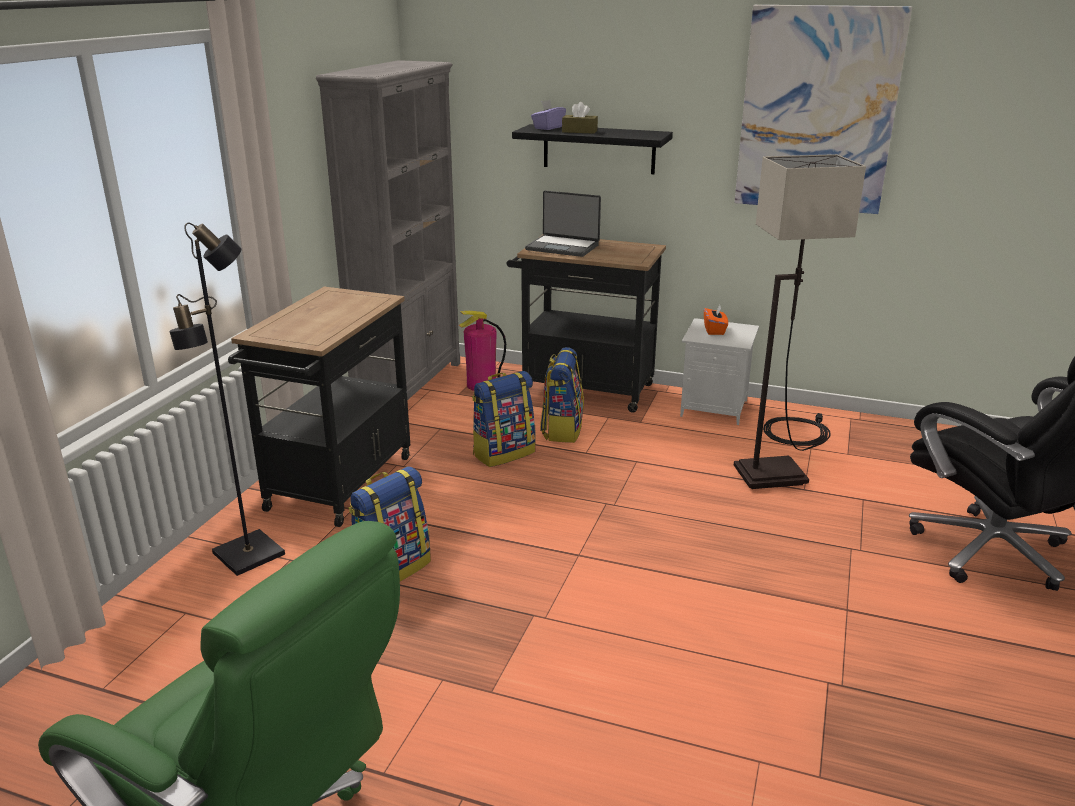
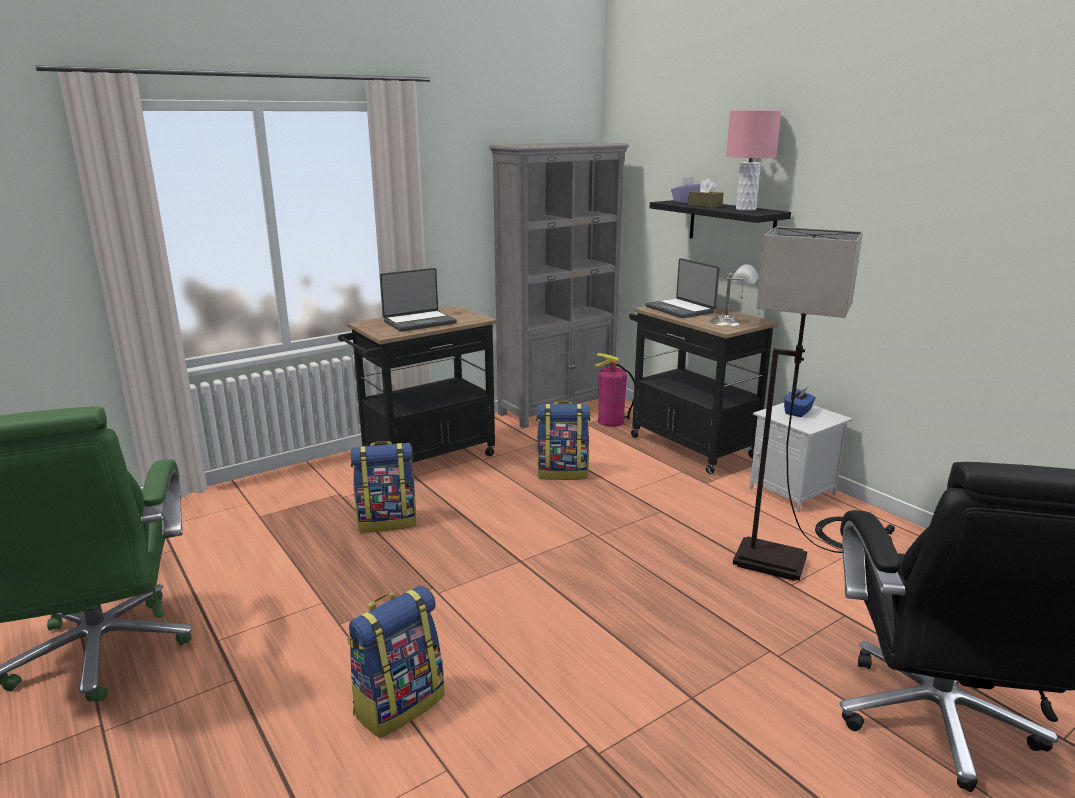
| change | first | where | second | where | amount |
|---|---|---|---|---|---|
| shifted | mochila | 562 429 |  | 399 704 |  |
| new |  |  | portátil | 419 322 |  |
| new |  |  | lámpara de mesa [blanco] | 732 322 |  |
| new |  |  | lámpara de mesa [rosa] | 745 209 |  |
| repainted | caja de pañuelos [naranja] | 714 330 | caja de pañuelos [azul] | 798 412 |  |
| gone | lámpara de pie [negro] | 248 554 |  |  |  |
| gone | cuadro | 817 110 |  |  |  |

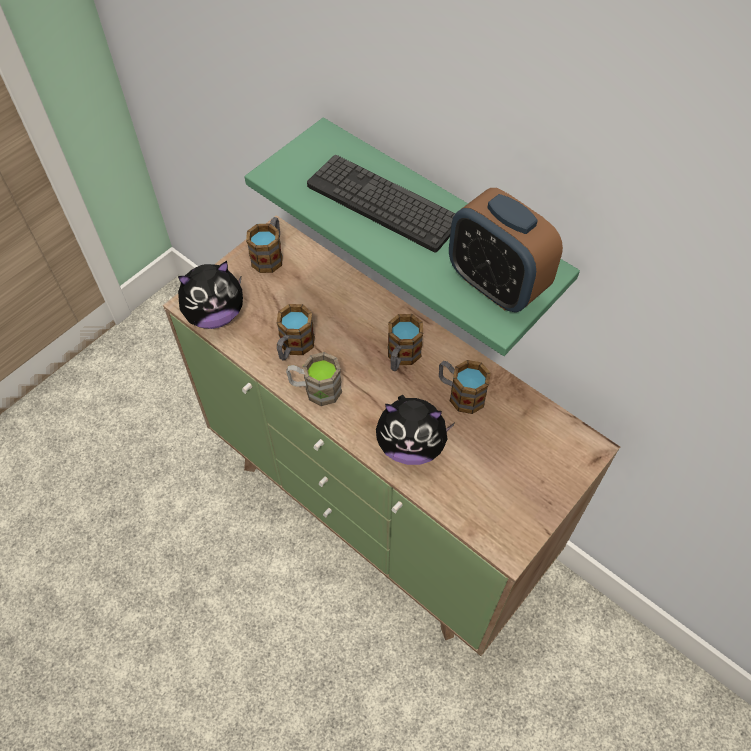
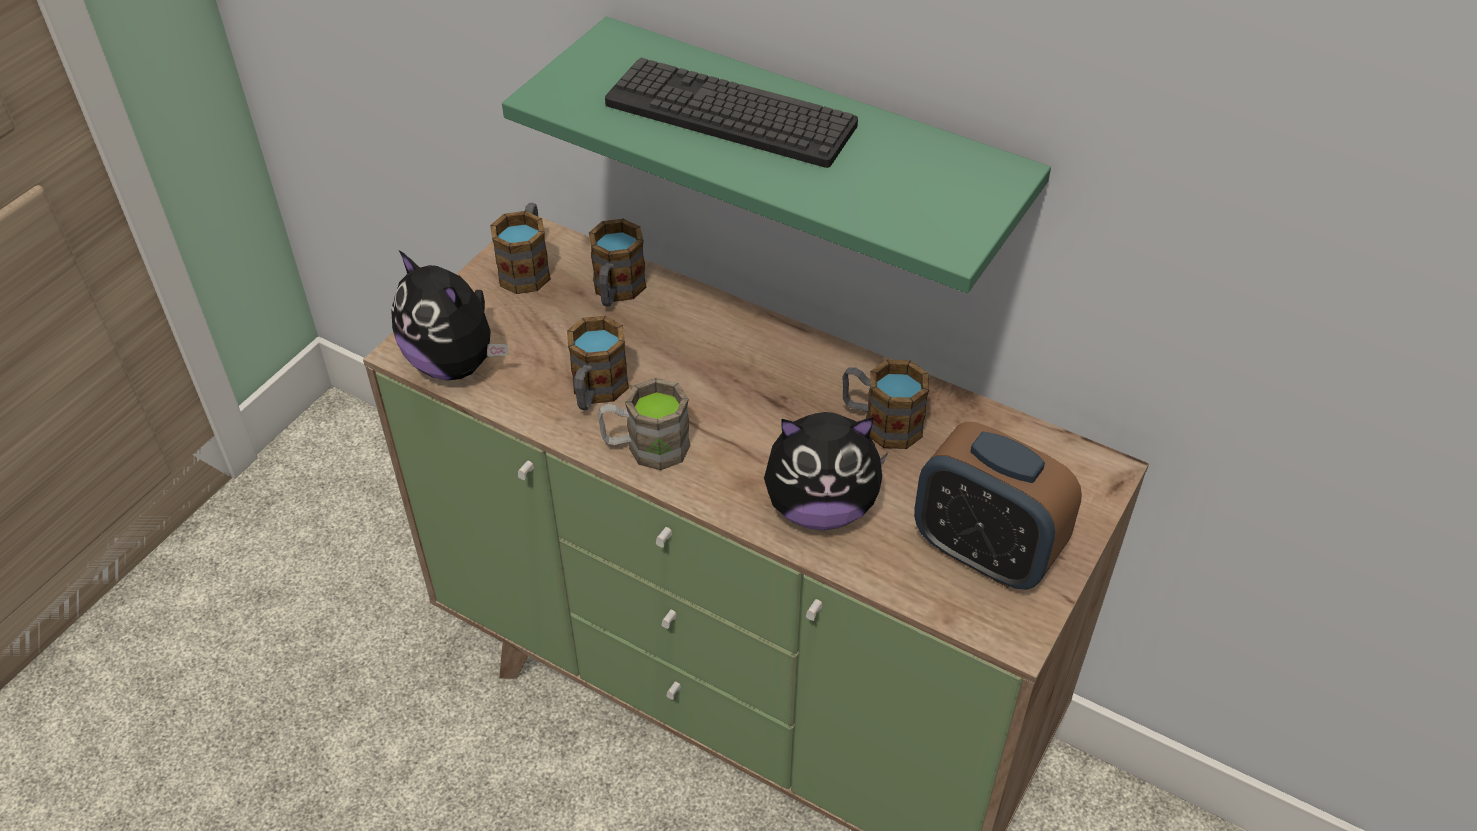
| change | first | where | second | where | amount |
|---|---|---|---|---|---|
| rotated | peluche | 215 315 |  | 455 363 | 75 degrees clockwise |
| shifted | taza grande | 401 357 |  | 616 291 |  |
| shifted | despertador | 495 285 |  | 985 552 |  |

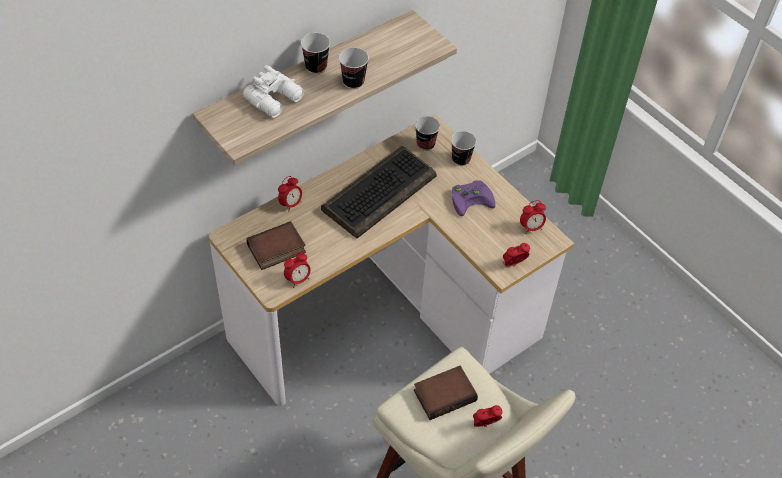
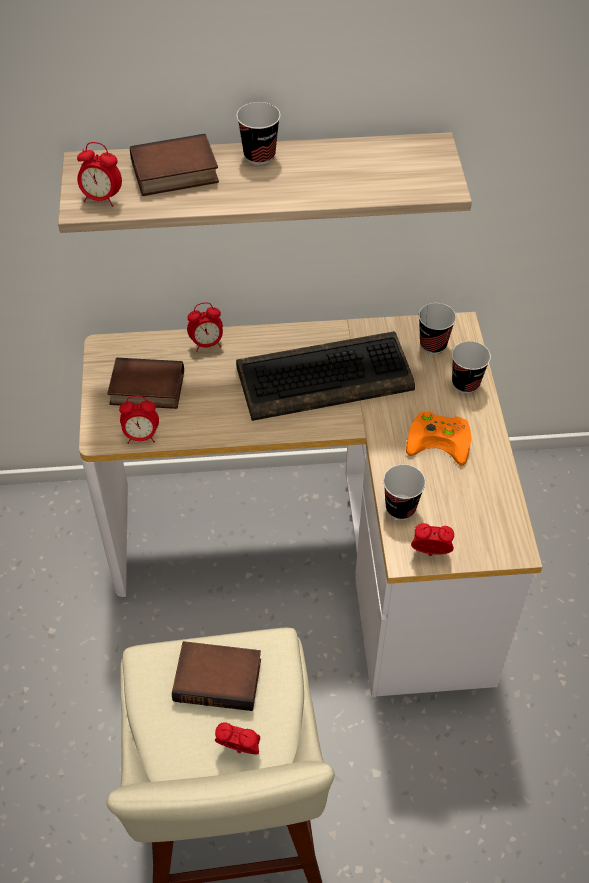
| change | first | where | second | where | amount |
|---|---|---|---|---|---|
| shifted | despertador | 531 227 |  | 102 198 |  |
| swapped | prismáticos [blanco] | 275 99 | libro | 174 174 |  |
| shifted | taza | 353 82 |  | 400 508 |  |
| repainted | mando de consola [morado] | 472 198 | mando de consola [naranja] | 441 439 |  |

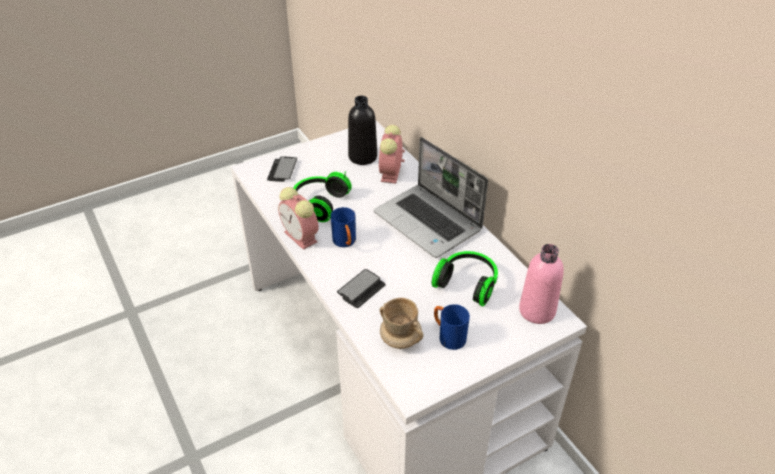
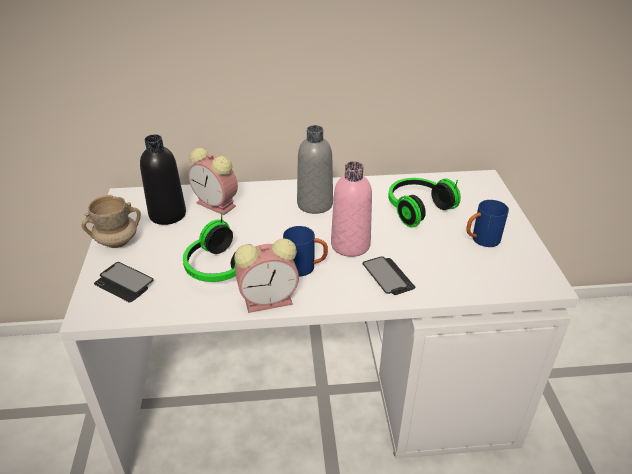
| change | first | where | second | where | amount |
|---|---|---|---|---|---|
| shifted | taza grande [beis] | 400 339 |  | 117 241 |  |
| swapped | portátil | 429 222 | botella [gris] | 315 204 |  |
| shifted | botella [rosa] | 537 310 |  | 350 245 |  |

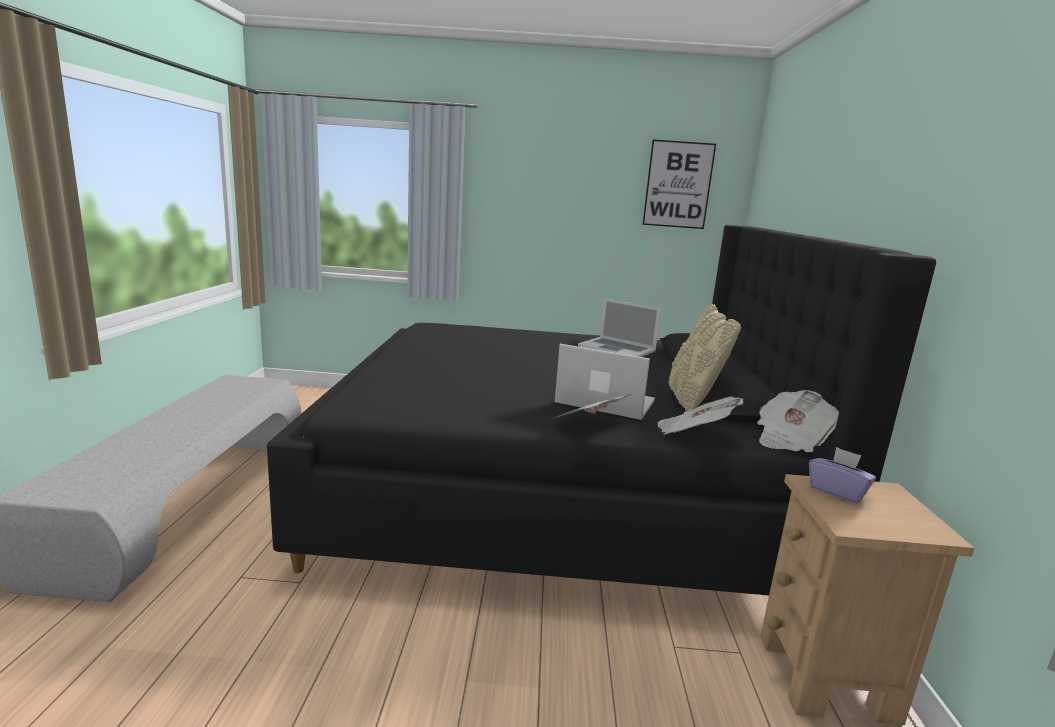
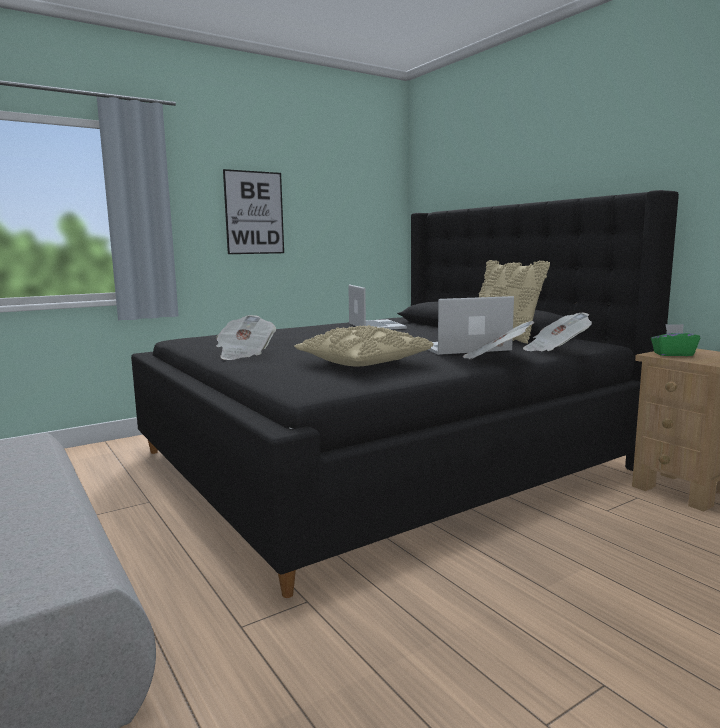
| change | first | where | second | where | amount |
|---|---|---|---|---|---|
| shifted | periódico | 790 440 |  | 244 354 |  |
| shifted | cuadro | 678 185 |  | 254 213 |  |
| new |  |  | cojín [beis] | 364 362 |  |
| rotated | portátil | 617 348 |  | 376 326 | 105 degrees counterclockwise |
| repainted | caja de pañuelos [morado] | 837 491 | caja de pañuelos [verde] | 673 354 |  |

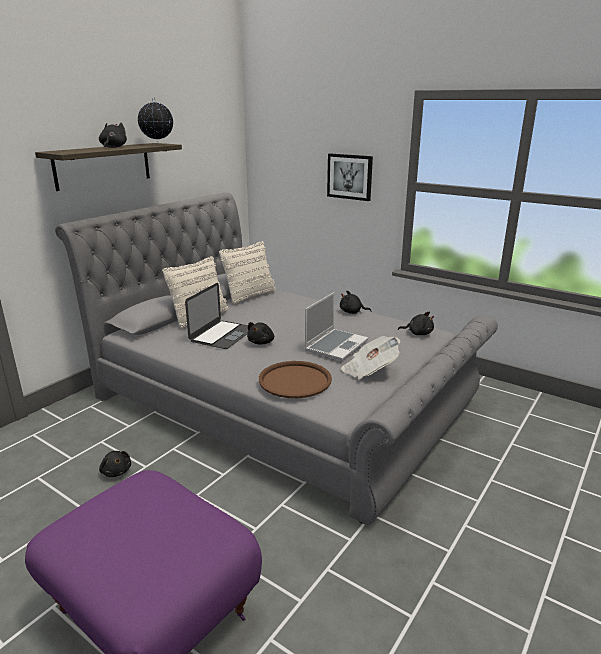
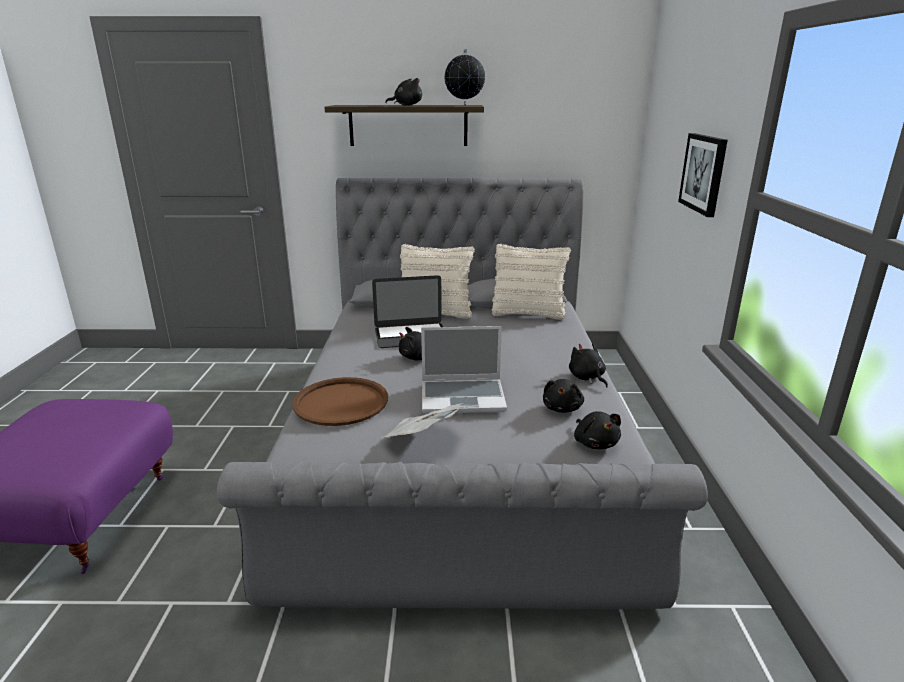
| change | first | where | second | where | amount |
|---|---|---|---|---|---|
| shifted | peluche [negro] | 116 471 |  | 562 408 |  |

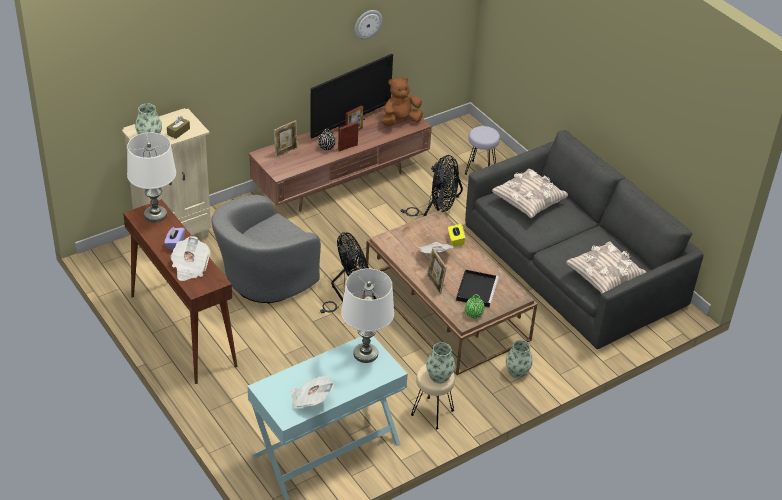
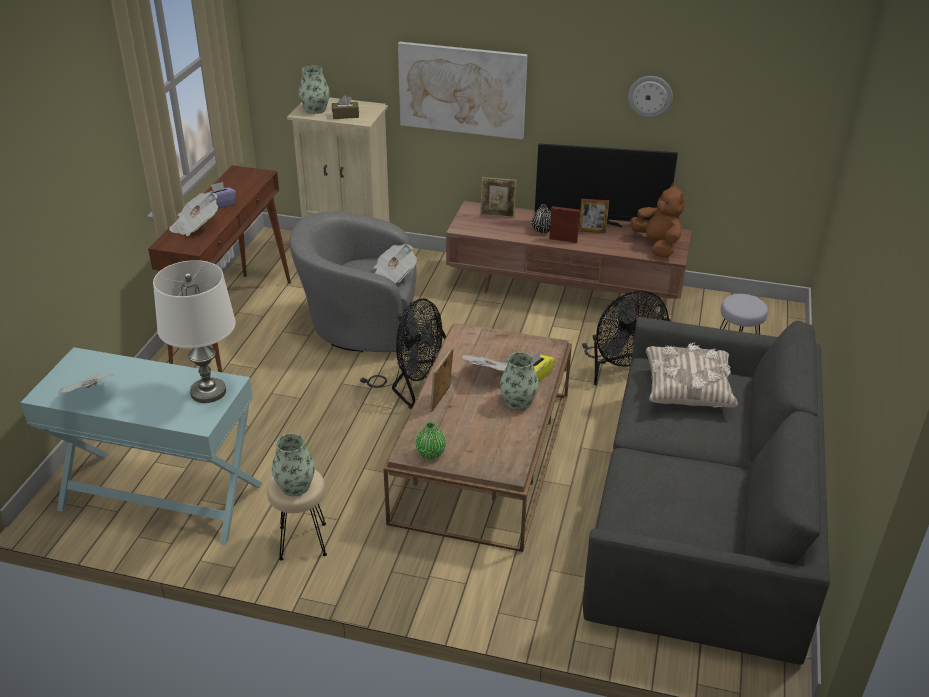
| change | first | where | second | where | amount |
|---|---|---|---|---|---|
| new |  |  | periódico | 392 277 |  |
| new |  |  | cuadro | 462 90 |  |
| shifted | florero | 517 371 |  | 518 401 |  |
| rotated | peluche [marrón] | 400 121 |  | 657 245 | 45 degrees clockwise |
| gone | lámpara de mesa [blanco] | 155 215 |  |  |  |
| gone | bandeja [negro] | 476 289 |  |  |  |
| gone | cojín [beis] | 604 277 |  |  |  |

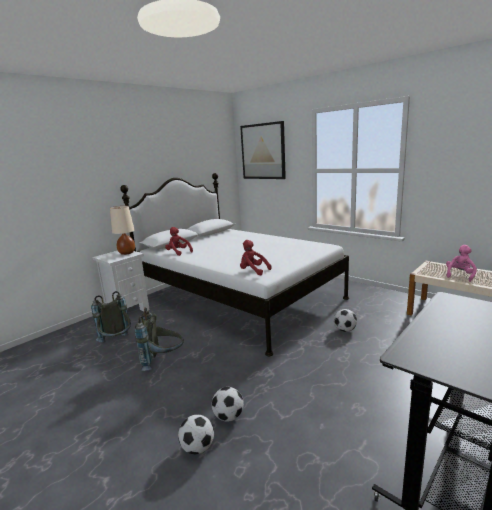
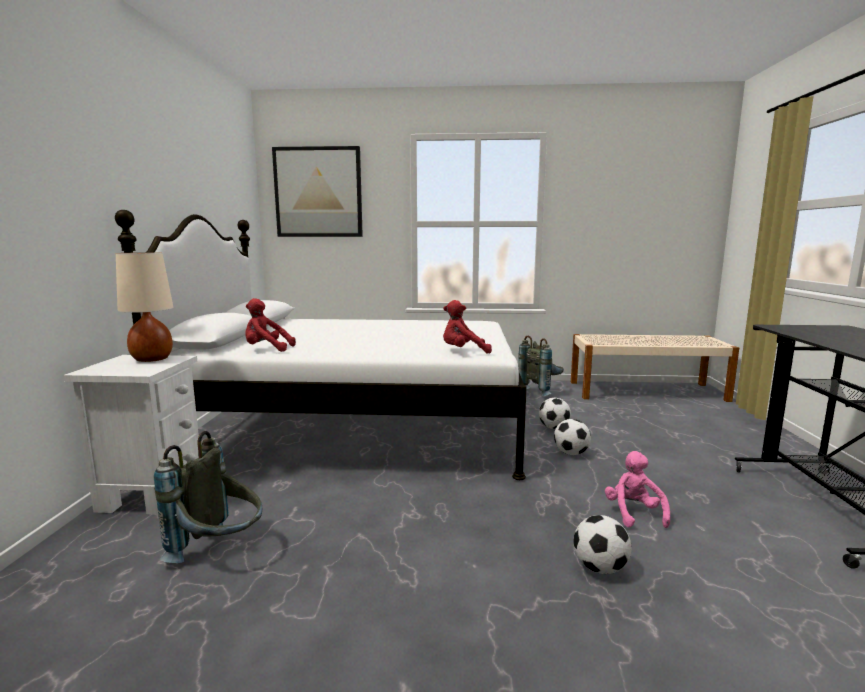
| change | first | where | second | where | amount |
|---|---|---|---|---|---|
| shifted | mochila [gris] | 163 361 |  | 541 391 |  |
| shifted | balón de fútbol | 198 447 |  | 571 453 |  |
| shifted | peluche [rosa] | 459 275 |  | 633 513 |  |

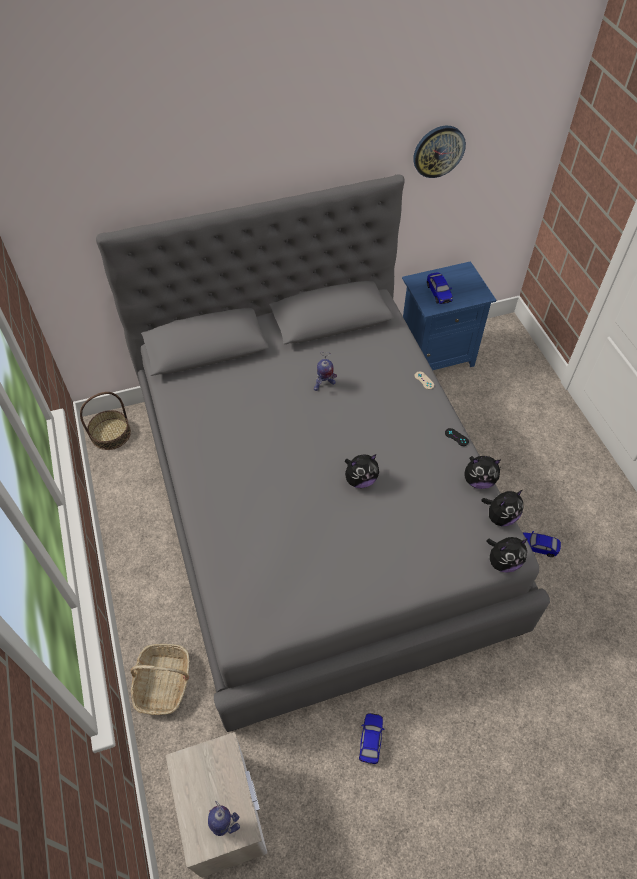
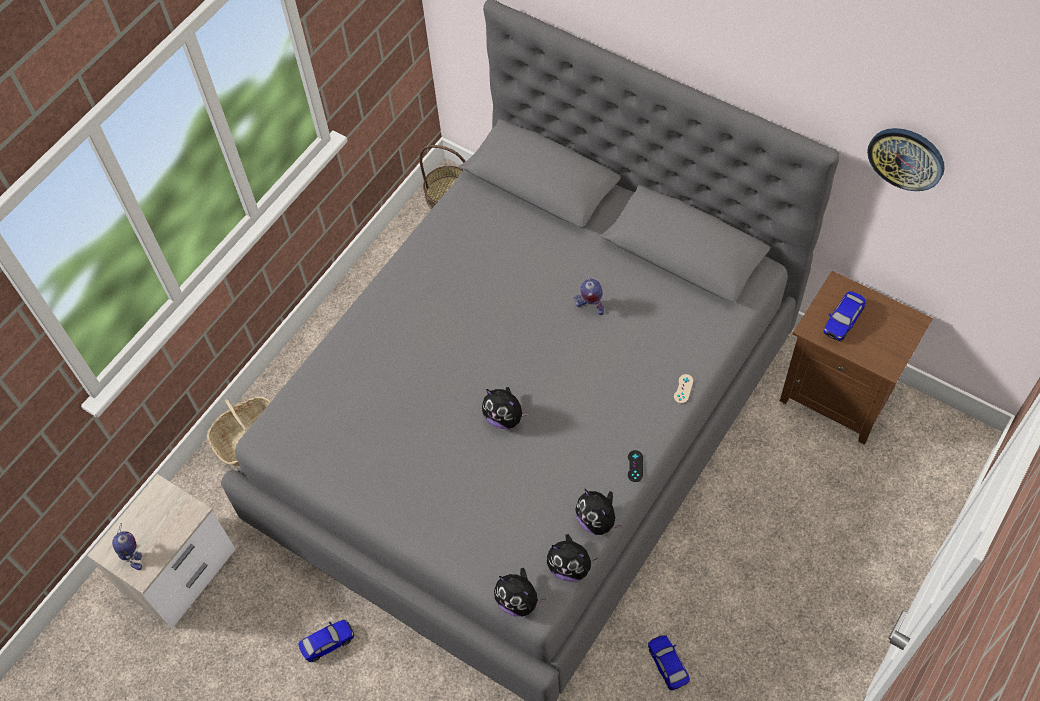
| change | first | where | second | where | amount |
|---|---|---|---|---|---|
| repainted | mesita de noche [azul] | 435 355 | mesita de noche [marrón] | 838 394 |  |

